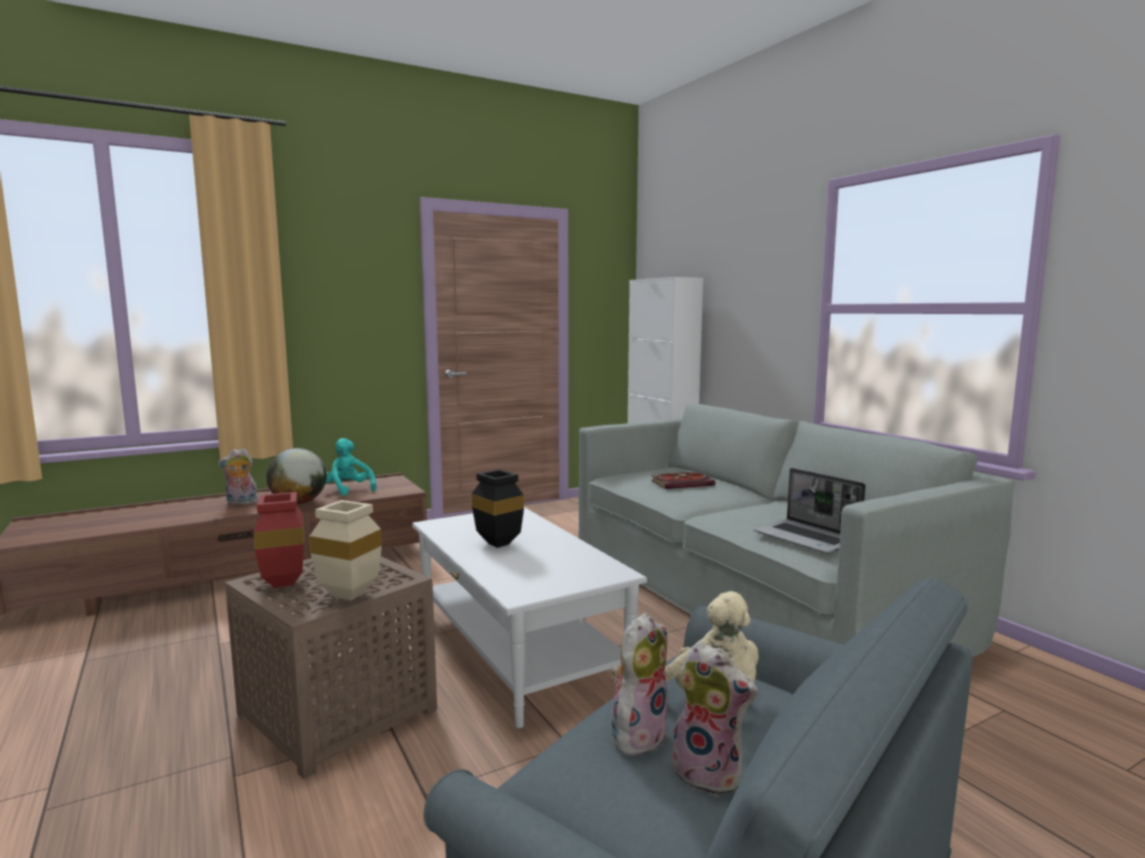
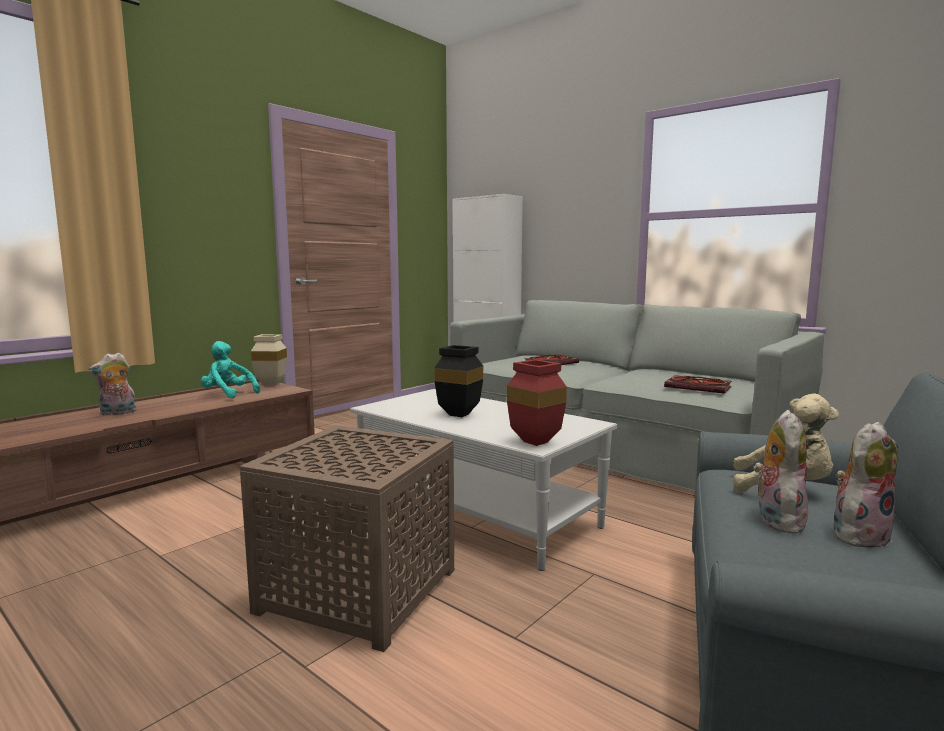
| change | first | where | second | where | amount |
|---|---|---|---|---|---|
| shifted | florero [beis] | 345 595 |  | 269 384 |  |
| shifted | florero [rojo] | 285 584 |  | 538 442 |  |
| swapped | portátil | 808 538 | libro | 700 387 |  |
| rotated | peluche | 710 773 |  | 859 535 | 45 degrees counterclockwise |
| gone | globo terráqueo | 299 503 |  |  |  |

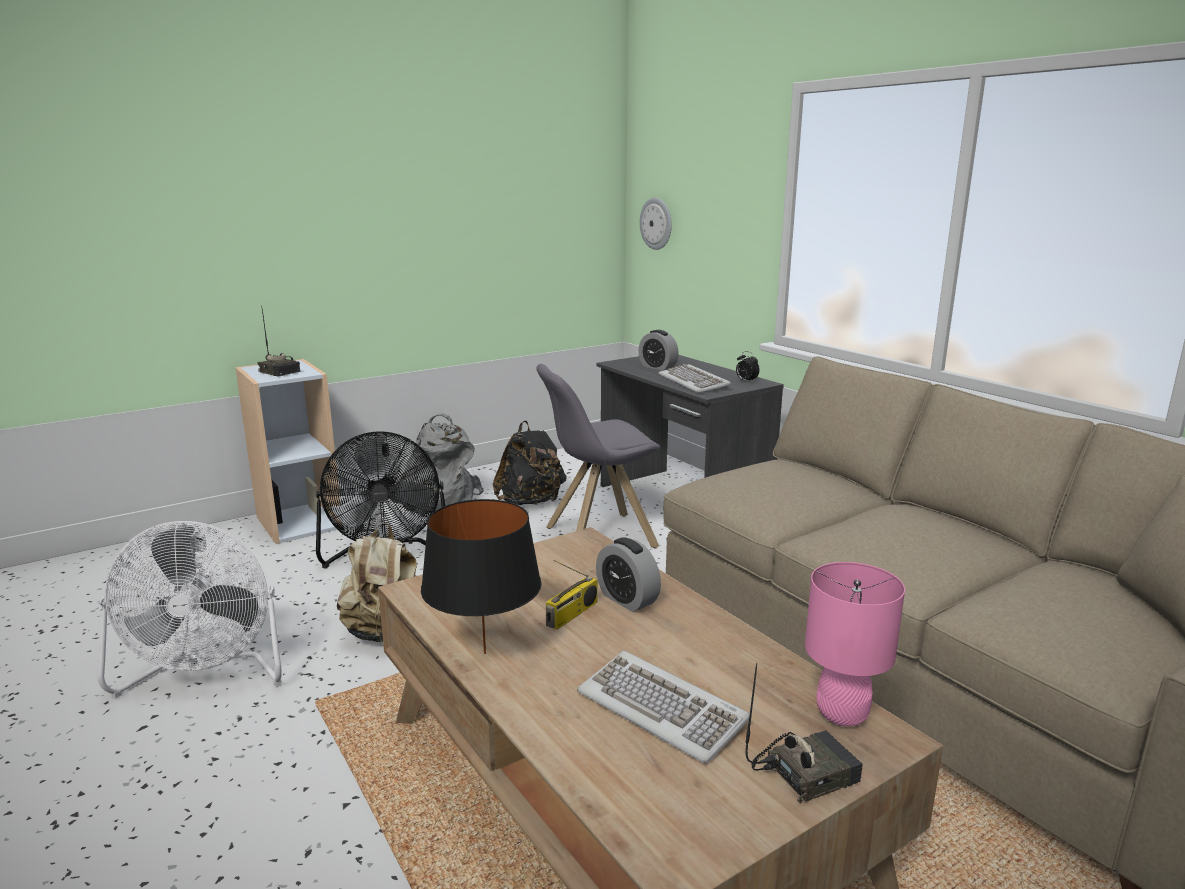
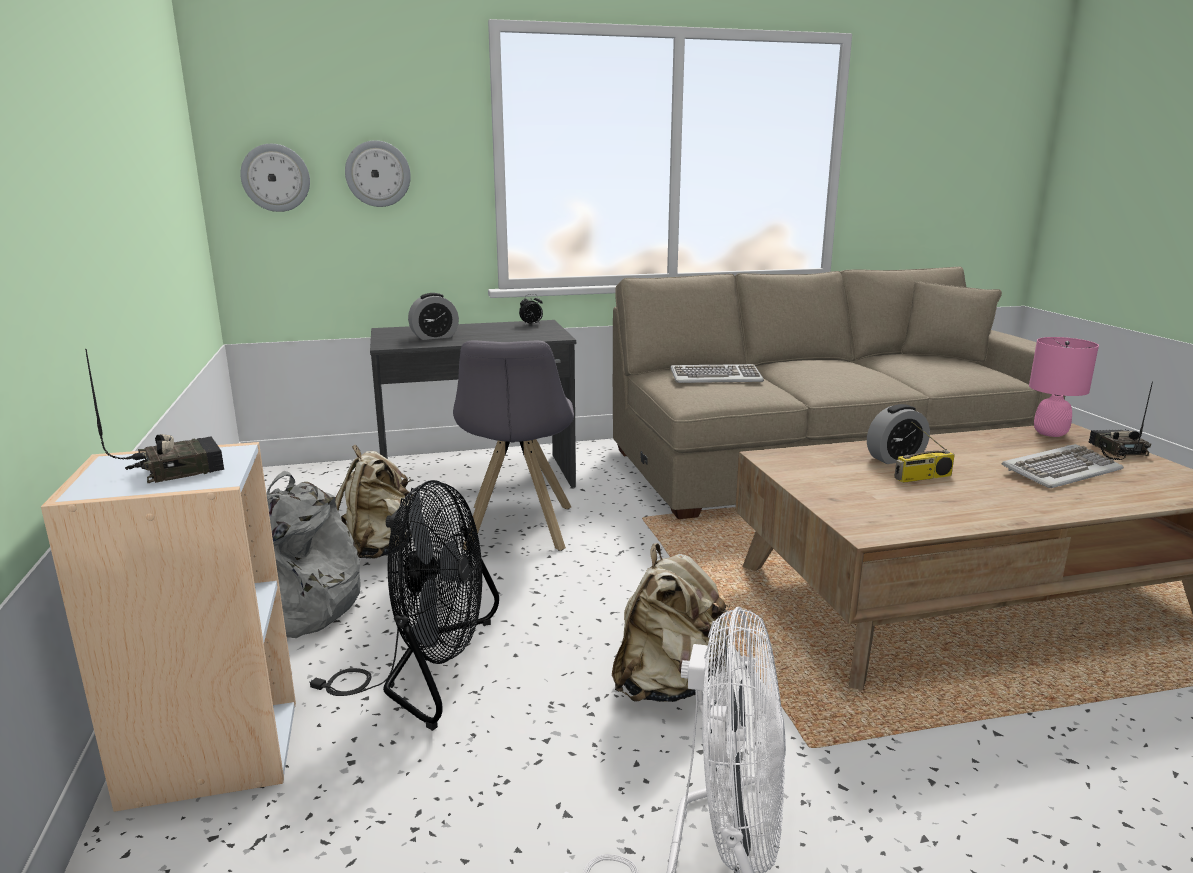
| change | first | where | second | where | amount |
|---|---|---|---|---|---|
| repainted | mochila [negro] | 531 502 | mochila [beis] | 380 549 |  |
| new |  |  | reloj de pared | 378 174 |  |
| shifted | teclado | 694 382 |  | 716 378 |  |
| rotated | radio | 572 614 |  | 922 477 | 105 degrees clockwise |
| gone | lámpara de mesa [negro] | 485 653 |  |  |  |

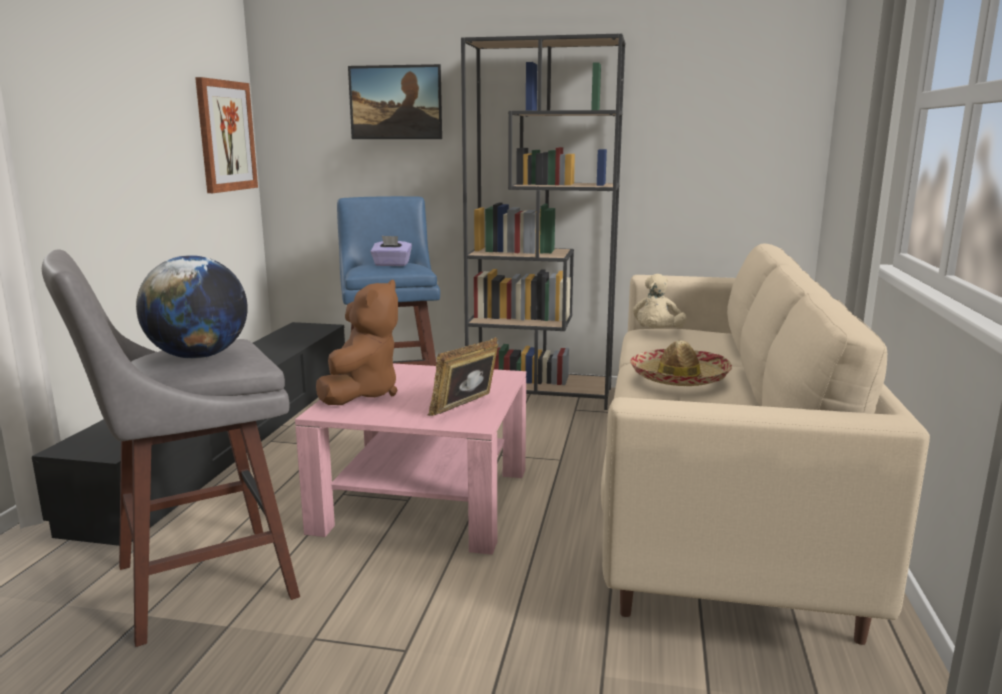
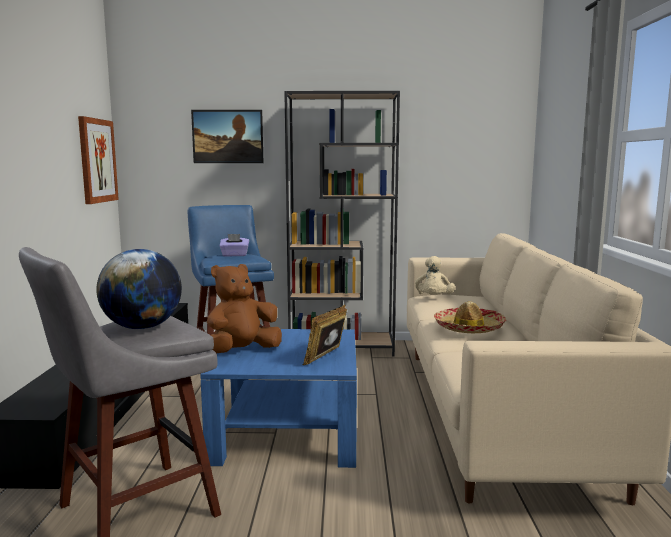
| change | first | where | second | where | amount |
|---|---|---|---|---|---|
| repainted | mesa de centro [rosa] | 424 499 | mesa de centro [azul] | 288 431 |  |
| rotated | peluche [marrón] | 362 393 |  | 242 352 | 135 degrees counterclockwise |

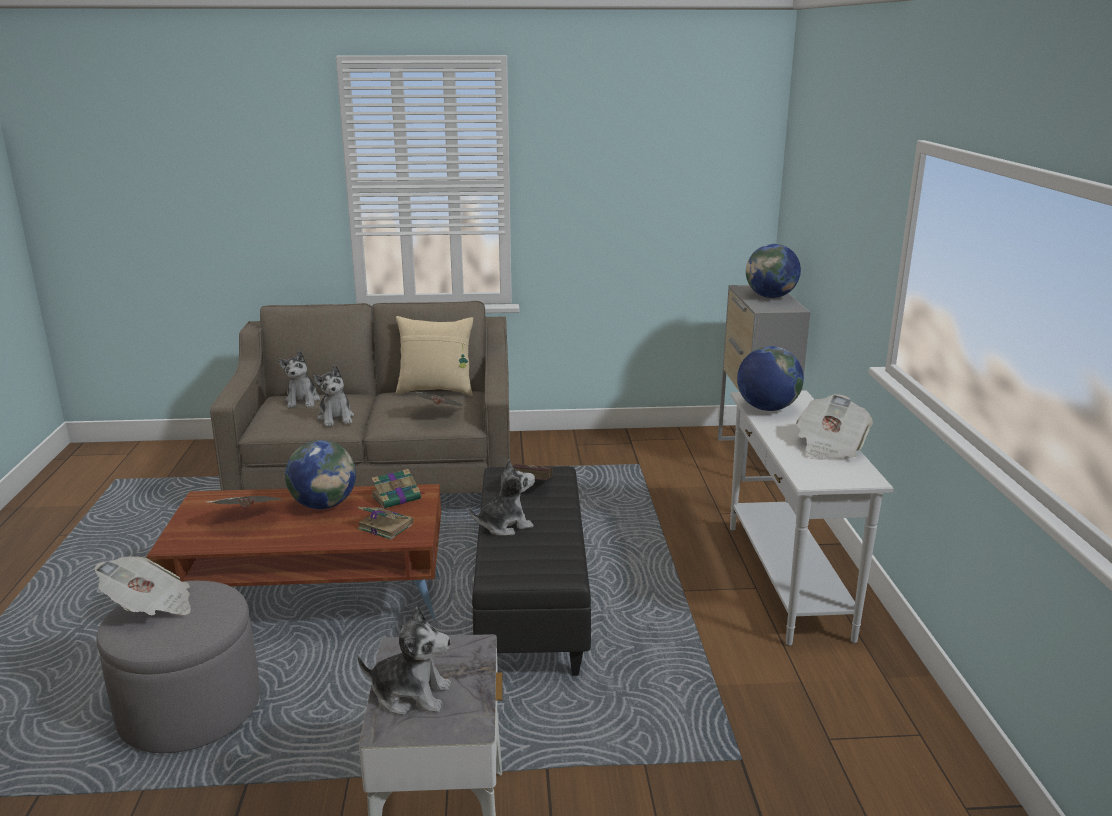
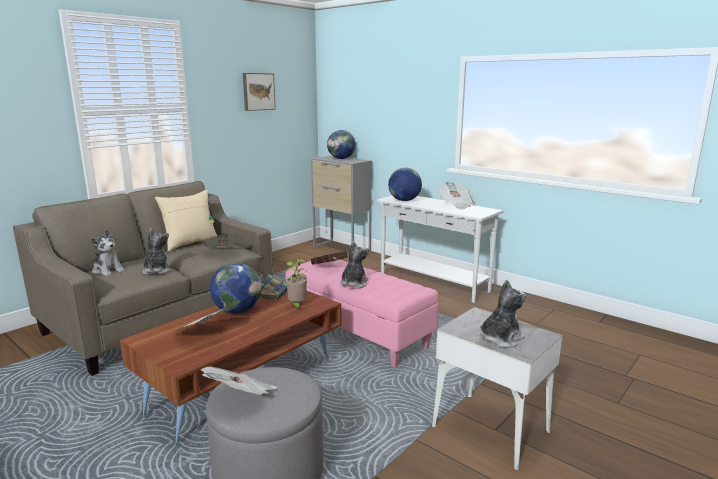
| change | first | where | second | where | amount |
|---|---|---|---|---|---|
| rotated | peluche | 336 418 |  | 157 270 | 120 degrees counterclockwise |
| new |  |  | cuadro | 258 91 |  |
| swapped | libro | 384 526 | planta en maceta | 297 306 |  |
| repainted | puf [negro] | 529 606 | puf [rosa] | 357 334 |  |

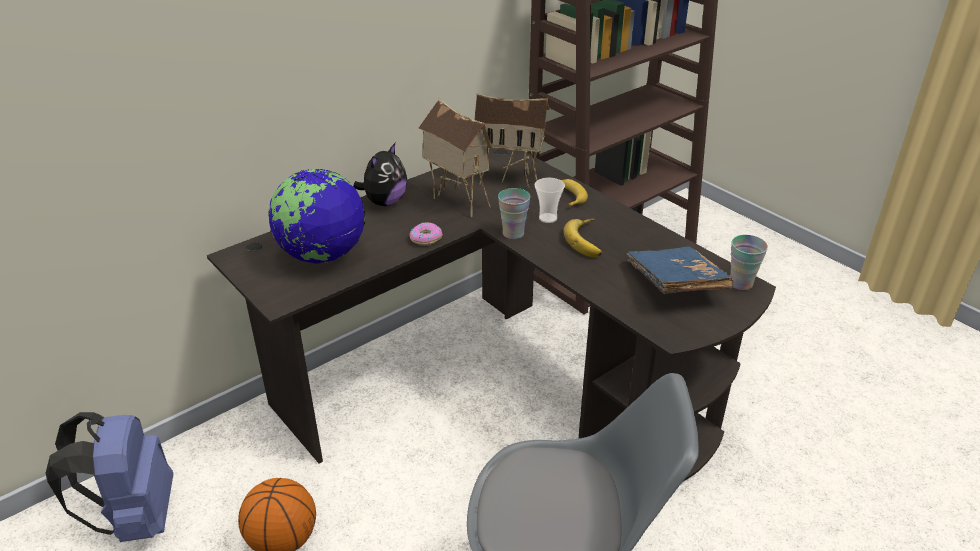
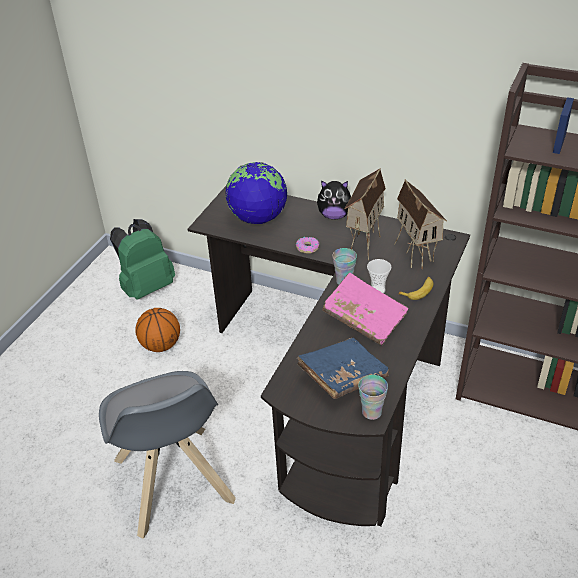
| change | first | where | second | where | amount |
|---|---|---|---|---|---|
| repainted | mochila [azul] | 135 517 | mochila [verde] | 146 287 |  |
| swapped | plátano | 588 241 | libro [rosa] | 364 318 |  |

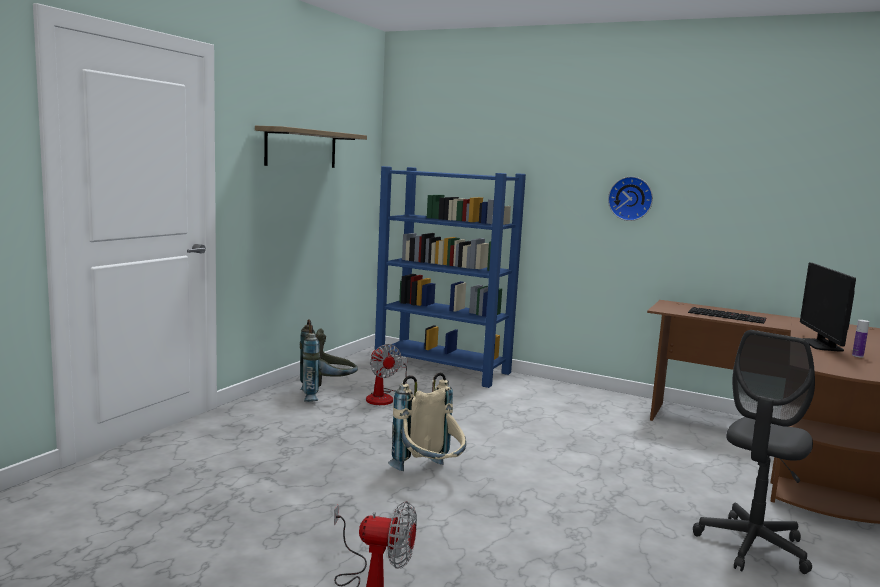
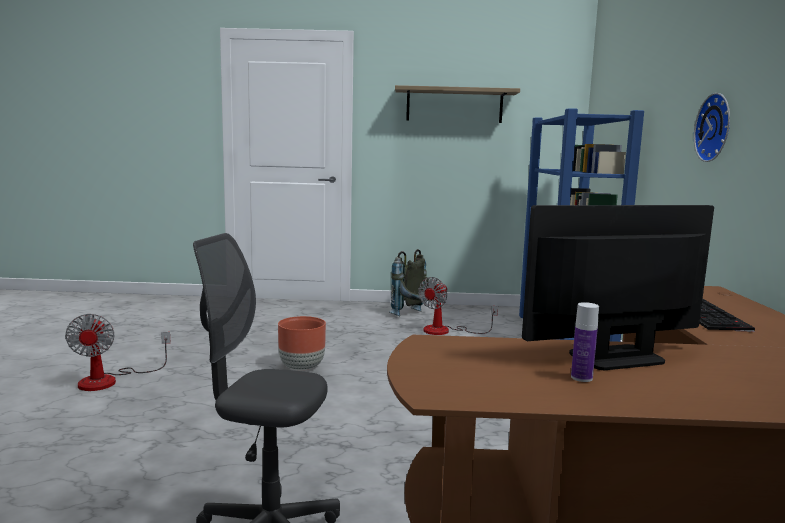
| change | first | where | second | where | amount |
|---|---|---|---|---|---|
| swapped | mochila [beis] | 429 475 | maceta [marrón] | 302 368 |  |

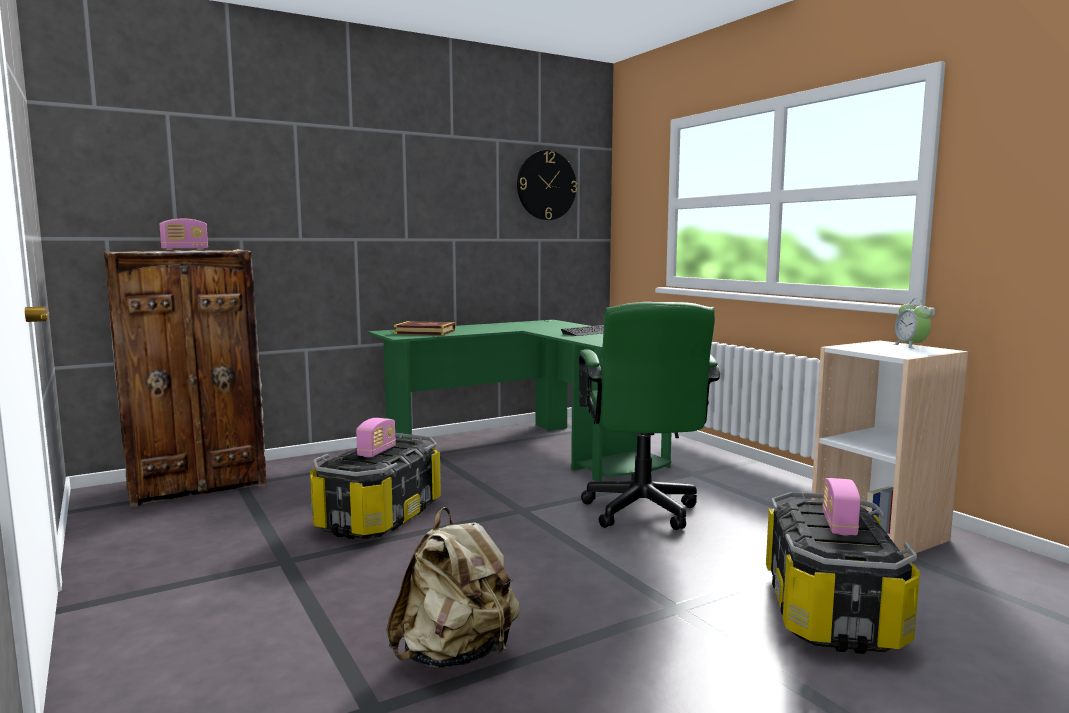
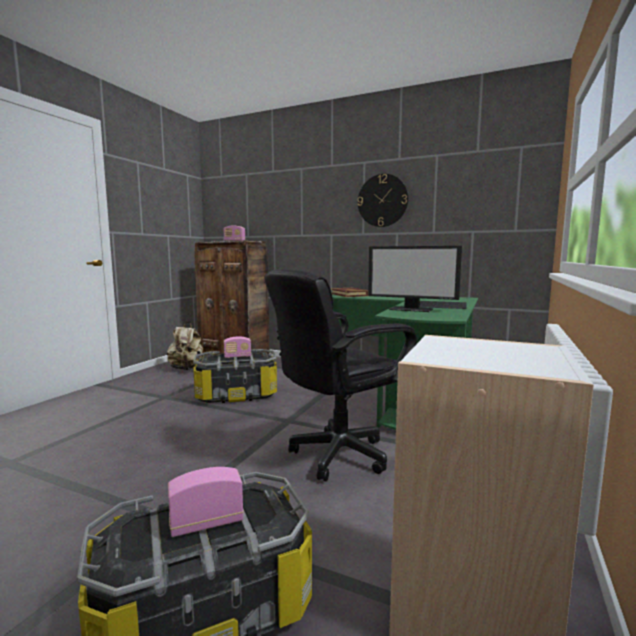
| change | first | where | second | where | amount |
|---|---|---|---|---|---|
| shifted | mochila [beis] | 456 655 |  | 187 369 |  |
| repainted | silla de oficina [verde] | 643 514 | silla de oficina [negro] | 335 458 |  |
| shifted | reloj de pared | 546 185 |  | 382 200 |  |
| new |  |  | monitor | 412 309 |  |
| gone | despertador | 910 346 |  |  |  |

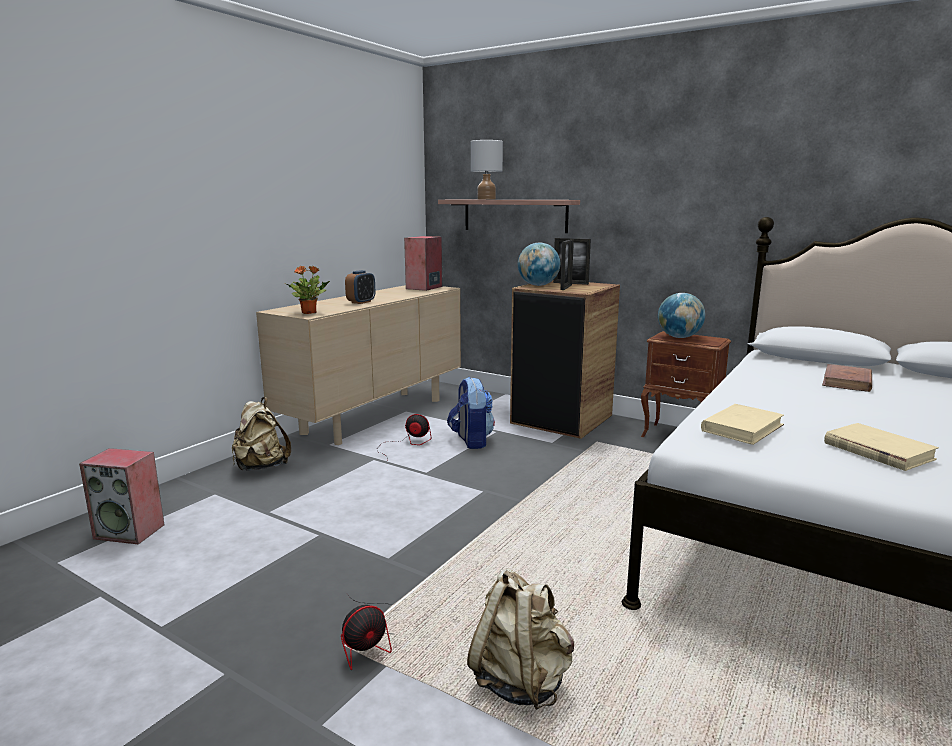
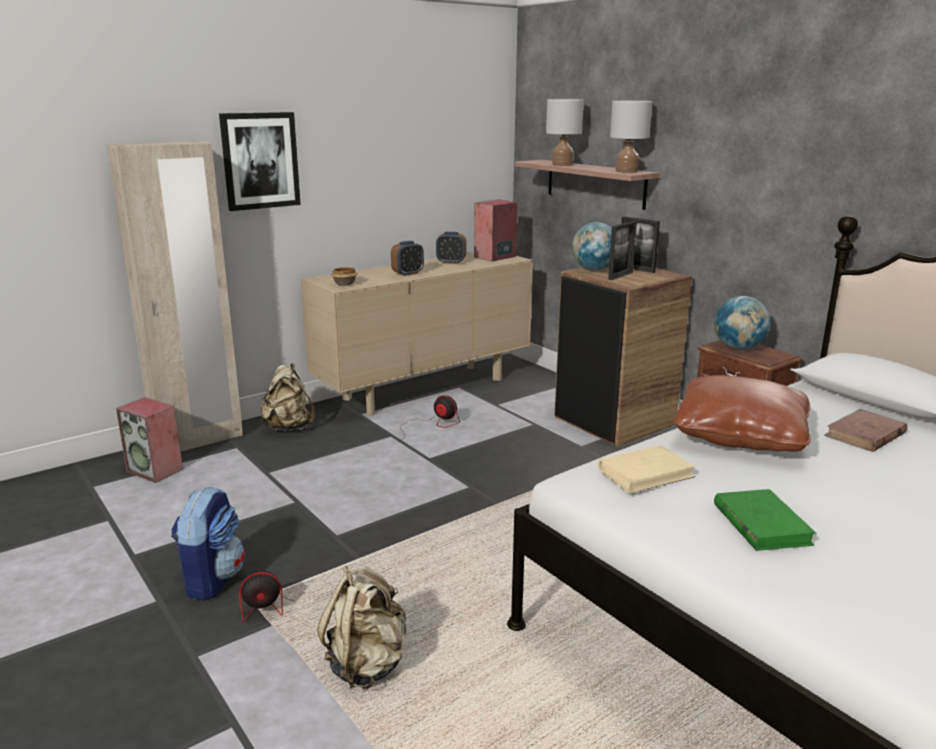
| change | first | where | second | where | amount |
|---|---|---|---|---|---|
| new |  |  | armario ropero [beis] | 198 440 |  |
| shifted | mochila | 471 441 |  | 212 579 |  |
| new |  |  | cuadro | 260 161 |  |
| swapped | planta en maceta | 309 312 | cuenco | 344 284 |  |
| new |  |  | despertador | 451 262 |  |
| new |  |  | lámpara de mesa [gris] | 626 171 |  |
| new |  |  | cojín [marrón] | 739 435 |  |
| repainted | libro [beis] | 877 451 | libro [verde] | 761 524 |  |

